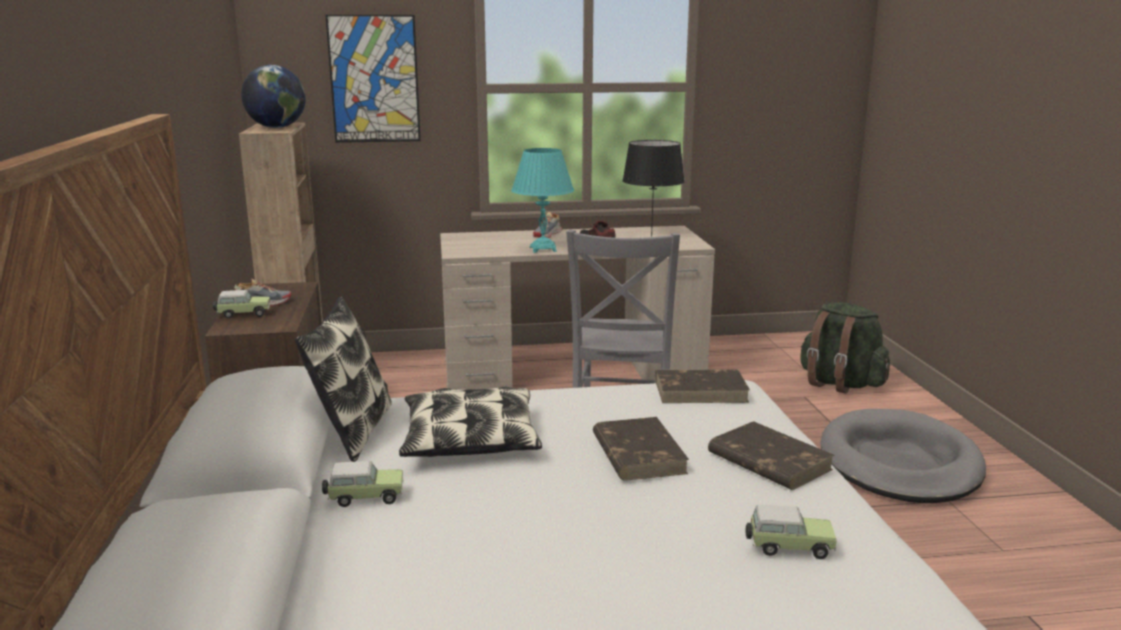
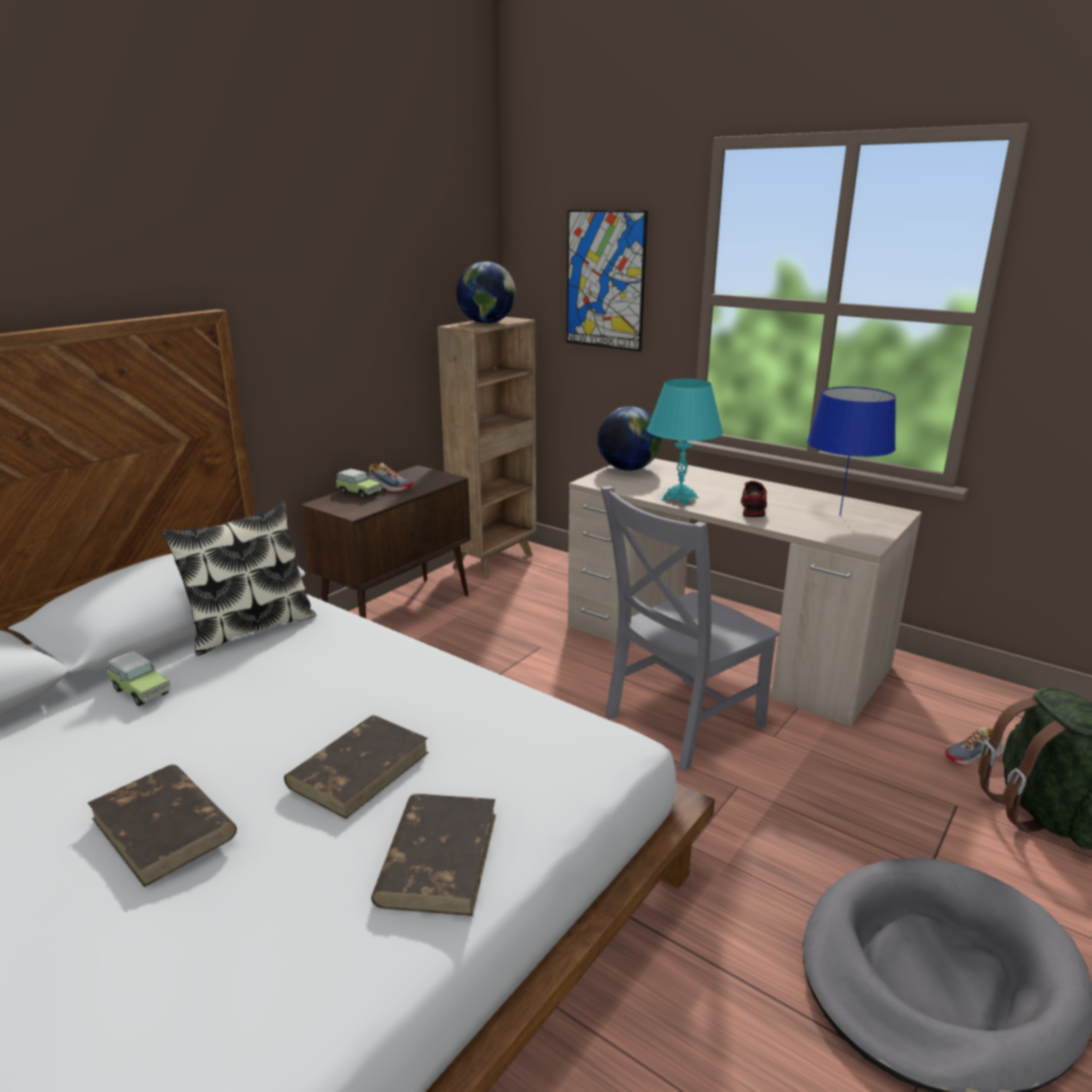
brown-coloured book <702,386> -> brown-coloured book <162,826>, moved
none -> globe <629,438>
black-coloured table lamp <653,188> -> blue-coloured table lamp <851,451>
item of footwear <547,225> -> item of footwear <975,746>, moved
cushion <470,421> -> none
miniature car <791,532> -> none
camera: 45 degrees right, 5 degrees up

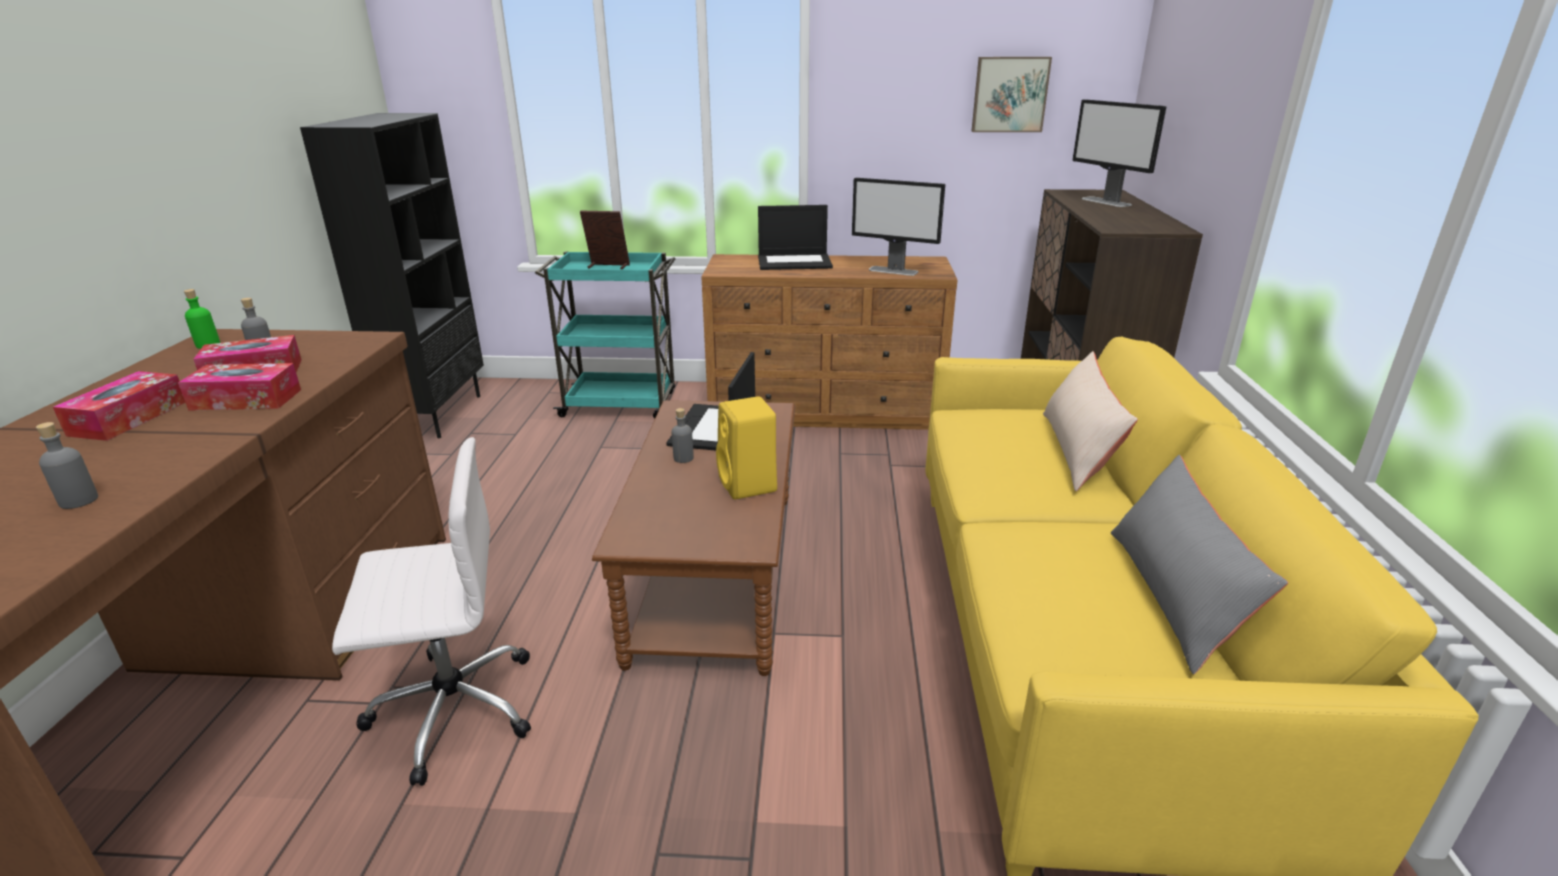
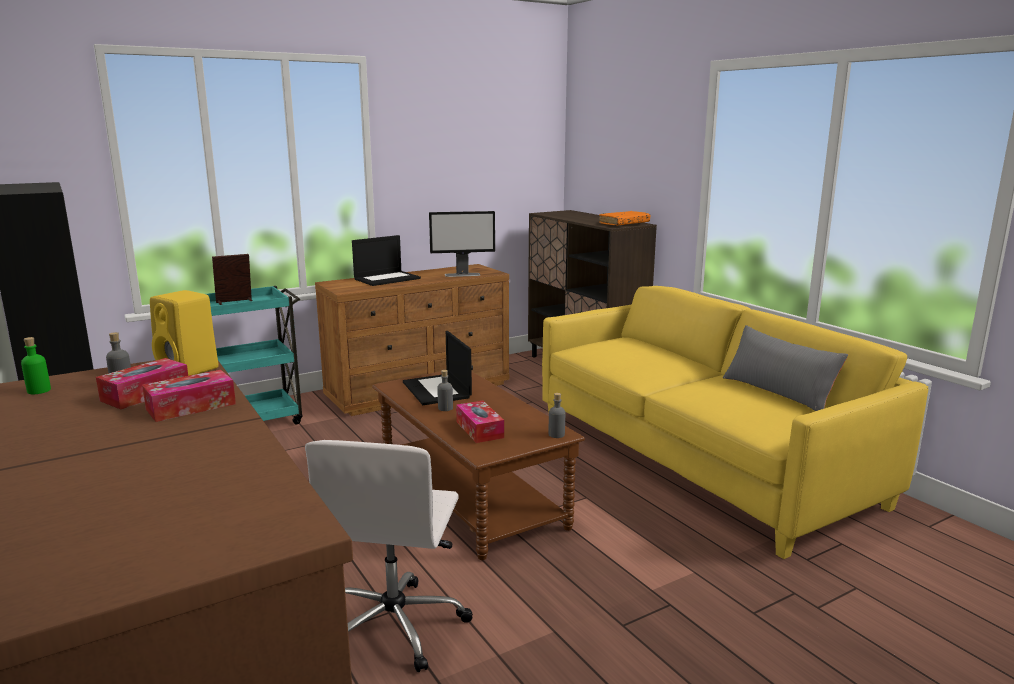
yellowish speaker <746,447> -> yellowish speaker <184,333>, moved
white computer chair <431,611> -> white computer chair <389,556>, 150 degrees clockwise
tissue holder <119,406> -> tissue holder <480,422>, moved
gray drink bottle <67,465> -> gray drink bottle <557,415>, moved
none -> orange book <624,218>
wall art <1012,94> -> none
sand-coloured cushion <1090,421> -> none
computer display <1119,153> -> none
camera: 35 degrees left, 10 degrees down

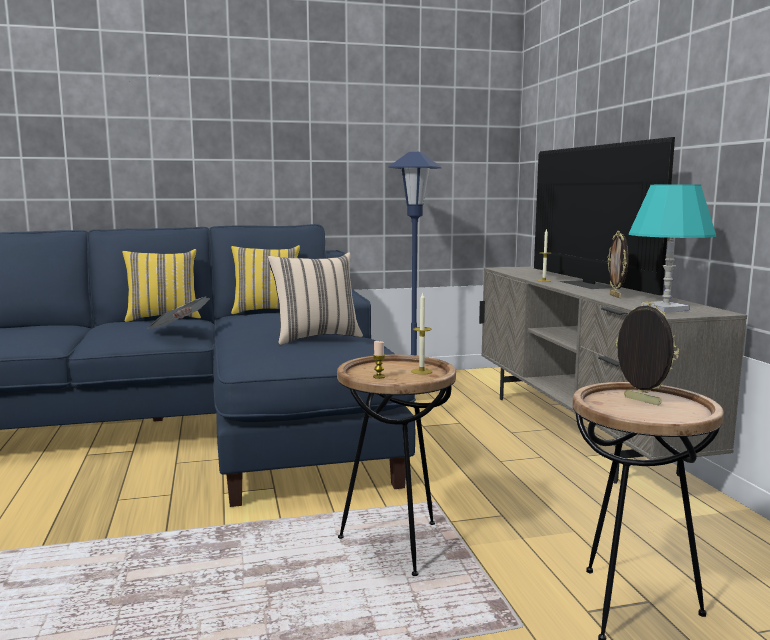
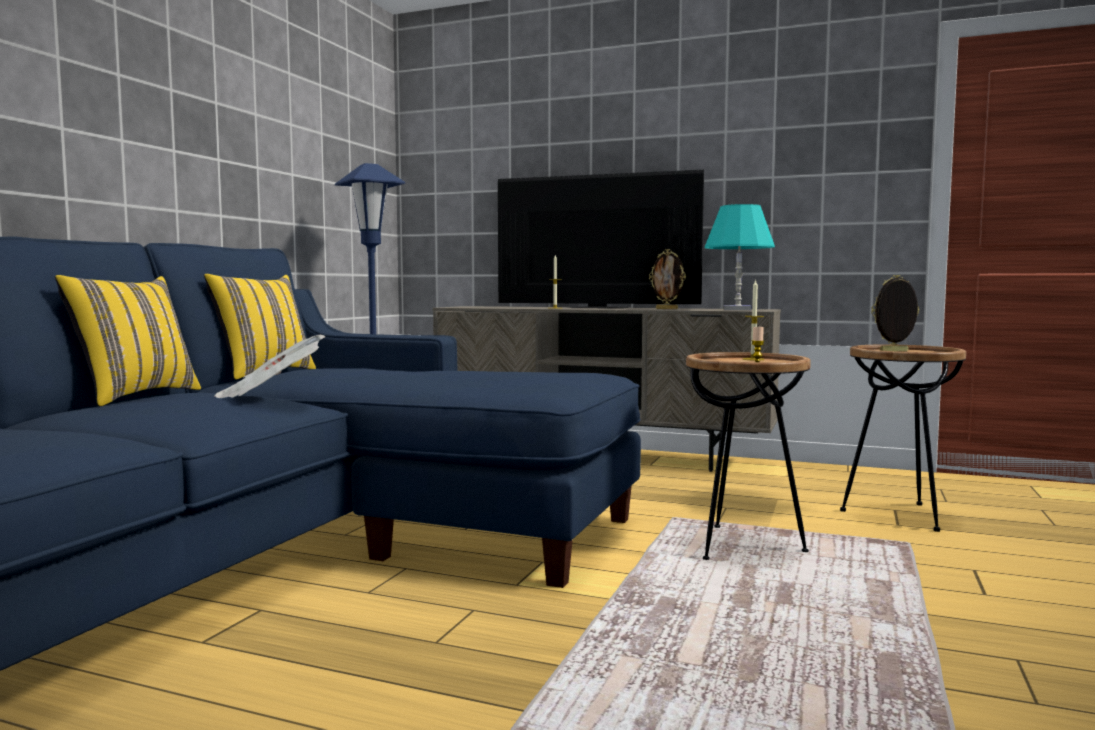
sand-coloured cushion <315,298> -> none
camera: 55 degrees left, 5 degrees down

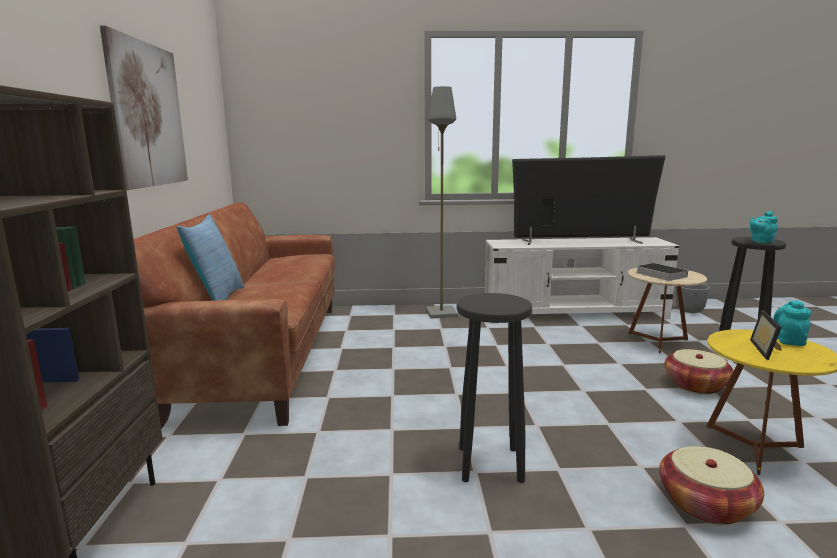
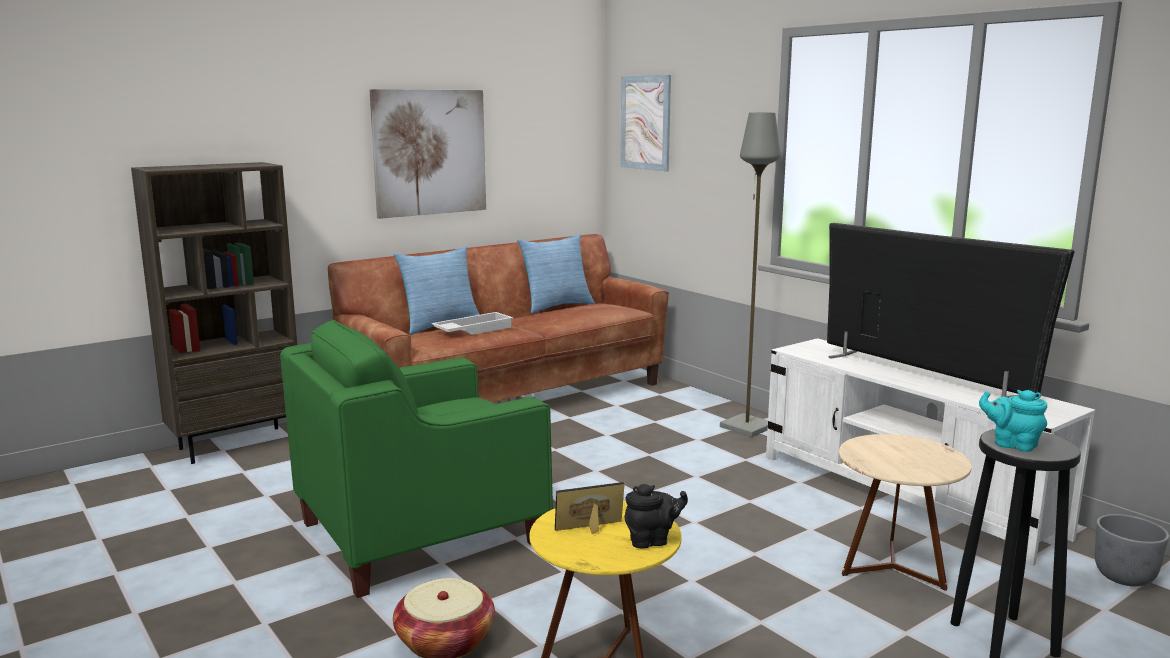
black-coloured stool <494,388> -> green-coloured lounge chair <416,459>
none -> white tray <472,323>
none -> cushion <556,274>
none -> wall art <645,123>
turquoise pot for tea <792,323> -> black-coloured pot for tea <656,516>
book <662,272> -> none
household basket <699,371> -> none
camera: 55 degrees right, 0 degrees up

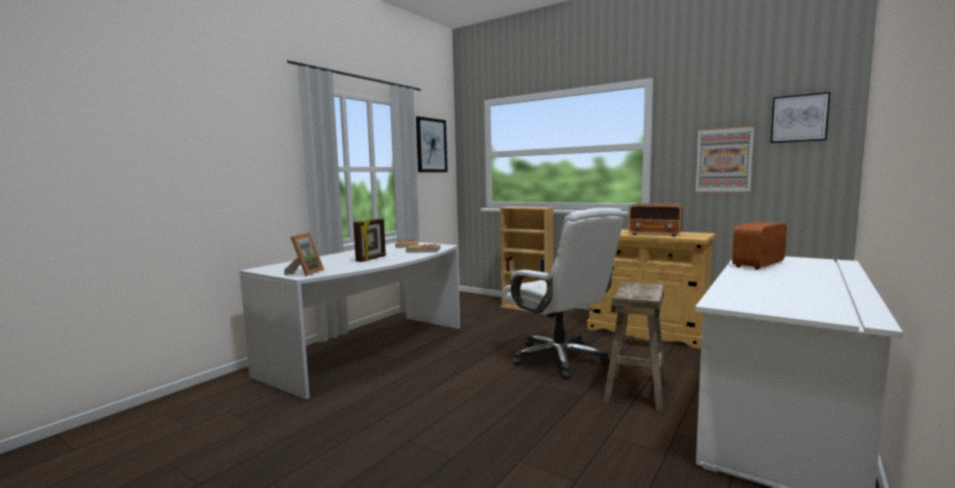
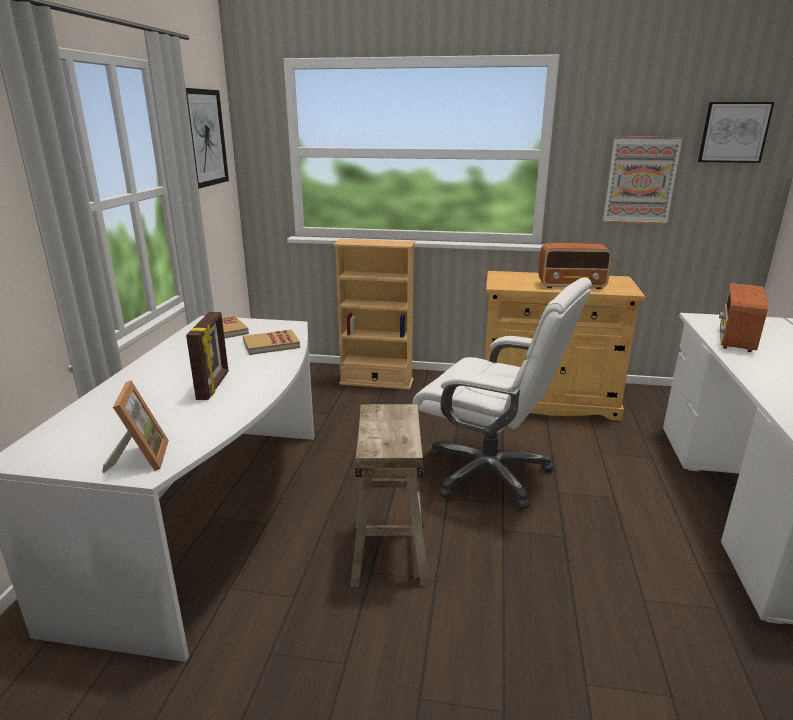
sand-coloured stool <634,346> -> sand-coloured stool <389,495>, moved
camera: 25 degrees left, 15 degrees up

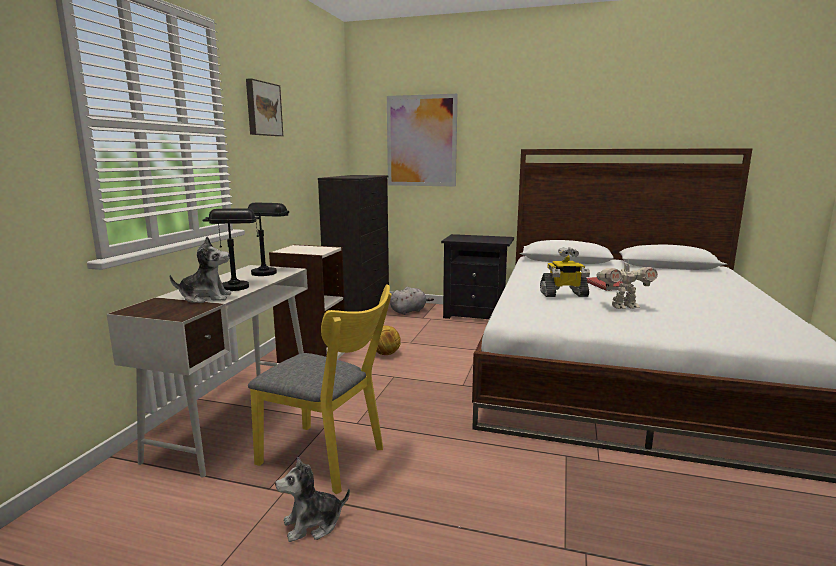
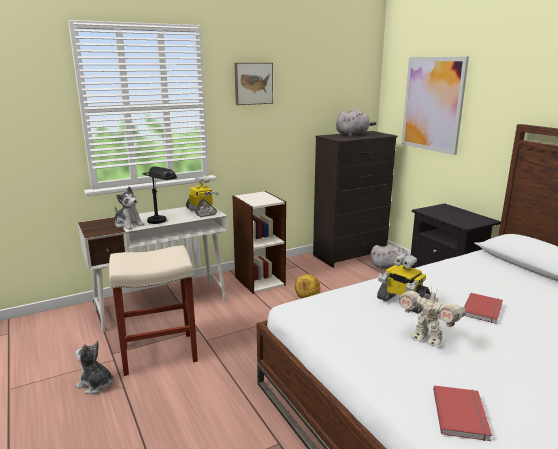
yellowish plain chair <320,389> -> sand-coloured stool <153,310>
black-coloured table lamp <268,239> -> model robot <202,196>
none -> gray cuddly toy <356,122>
none -> red book <462,413>
camera: 45 degrees right, 5 degrees up

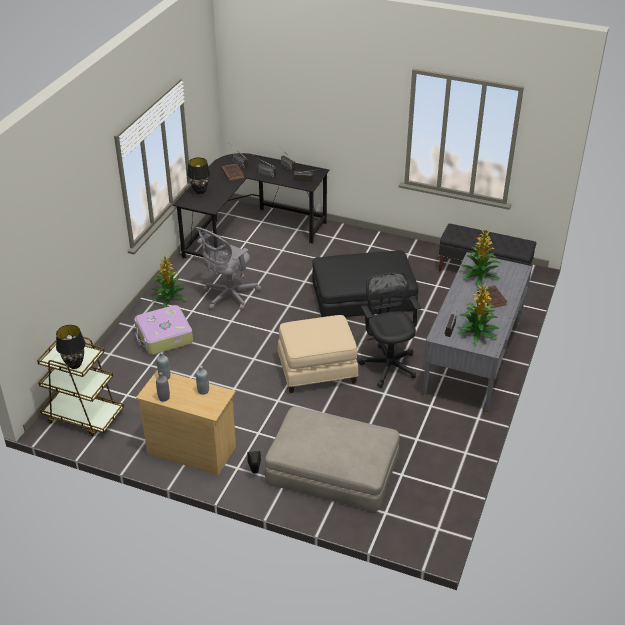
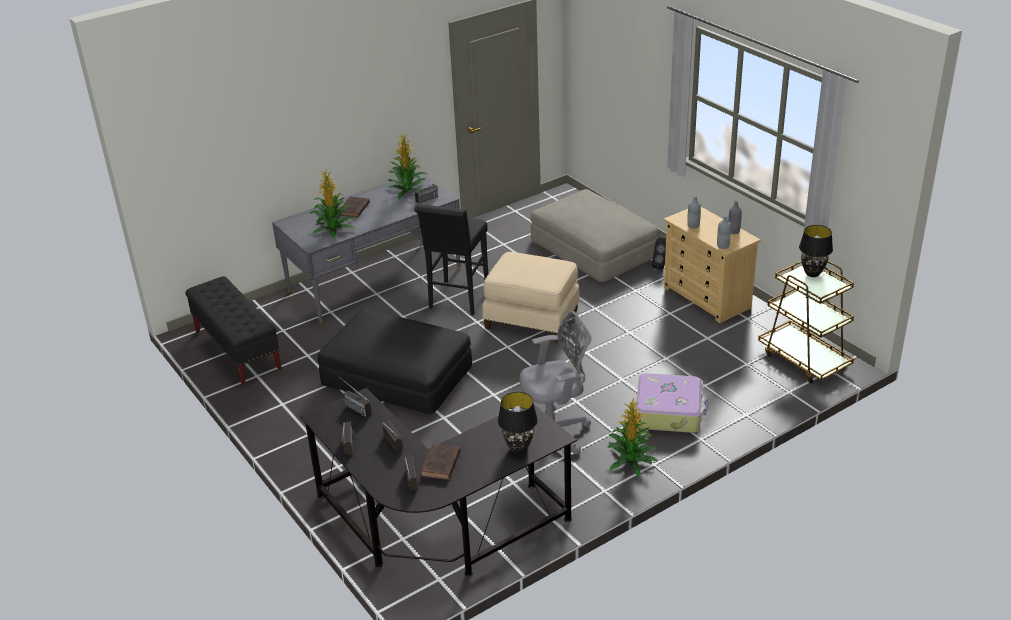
black-coloured computer chair <389,330> -> black-coloured stool <451,259>
camera: 145 degrees left, 5 degrees down

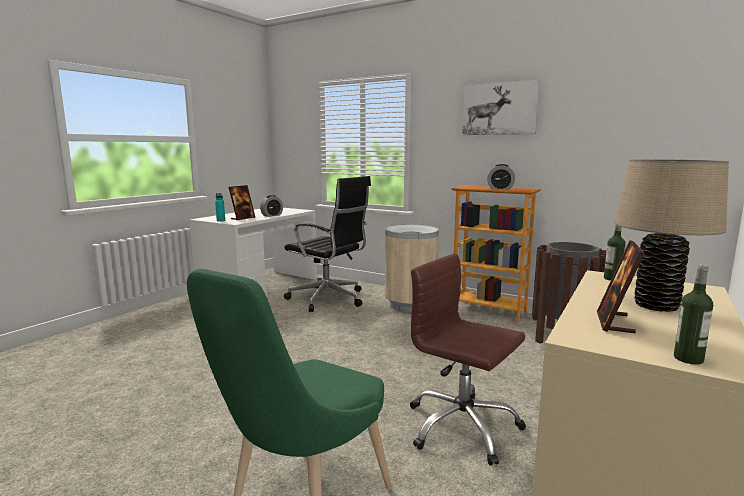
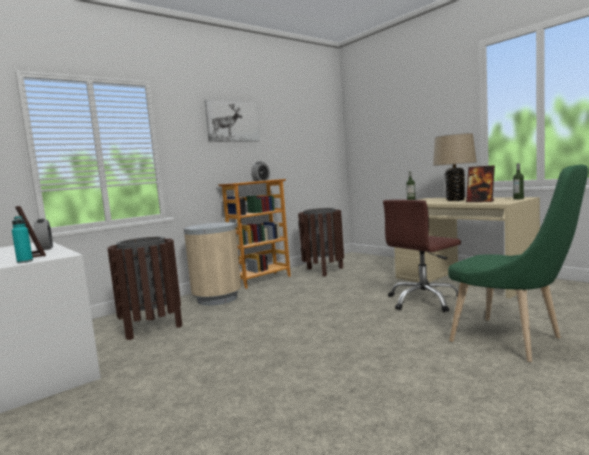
black-coloured computer chair <327,244> -> brown-coloured waste bin <144,288>
camera: 70 degrees left, 5 degrees down

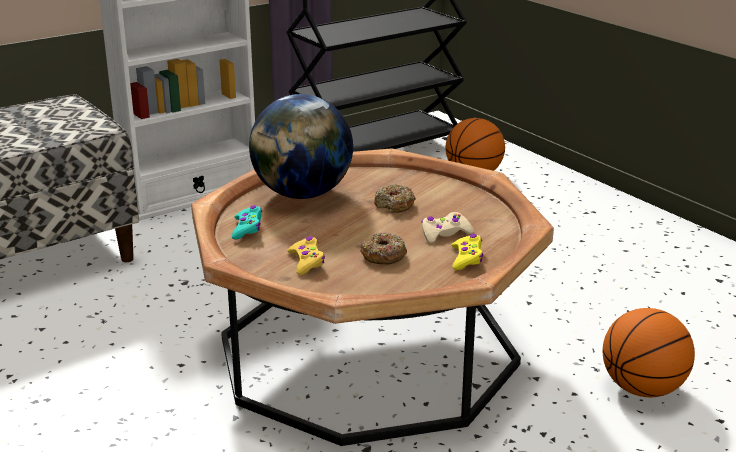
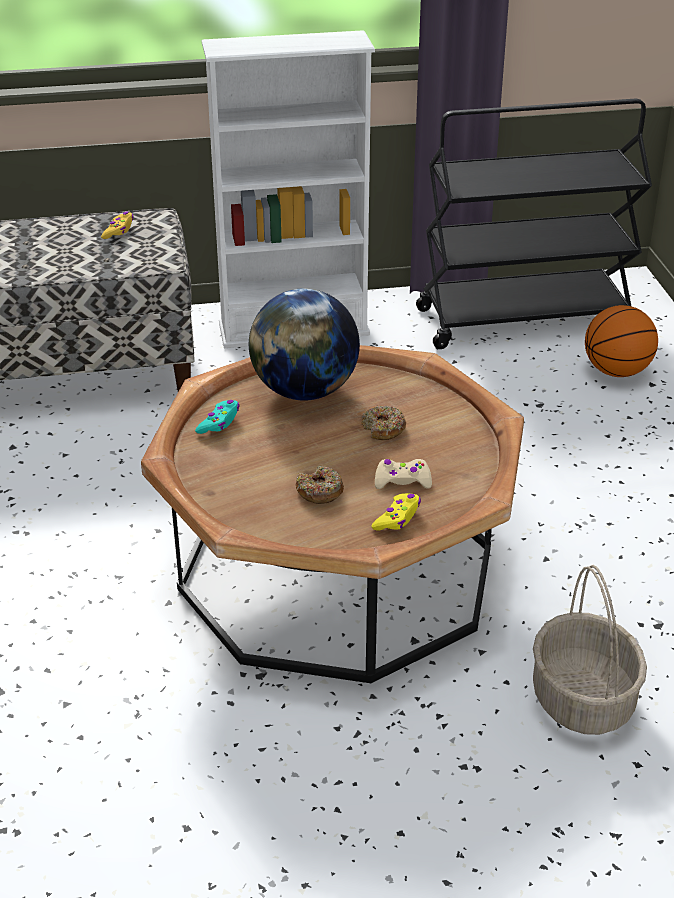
yellowish joypad <306,255> -> yellowish joypad <117,225>, moved
basketball <649,352> -> household basket <590,650>
camera: 25 degrees right, 10 degrees up

